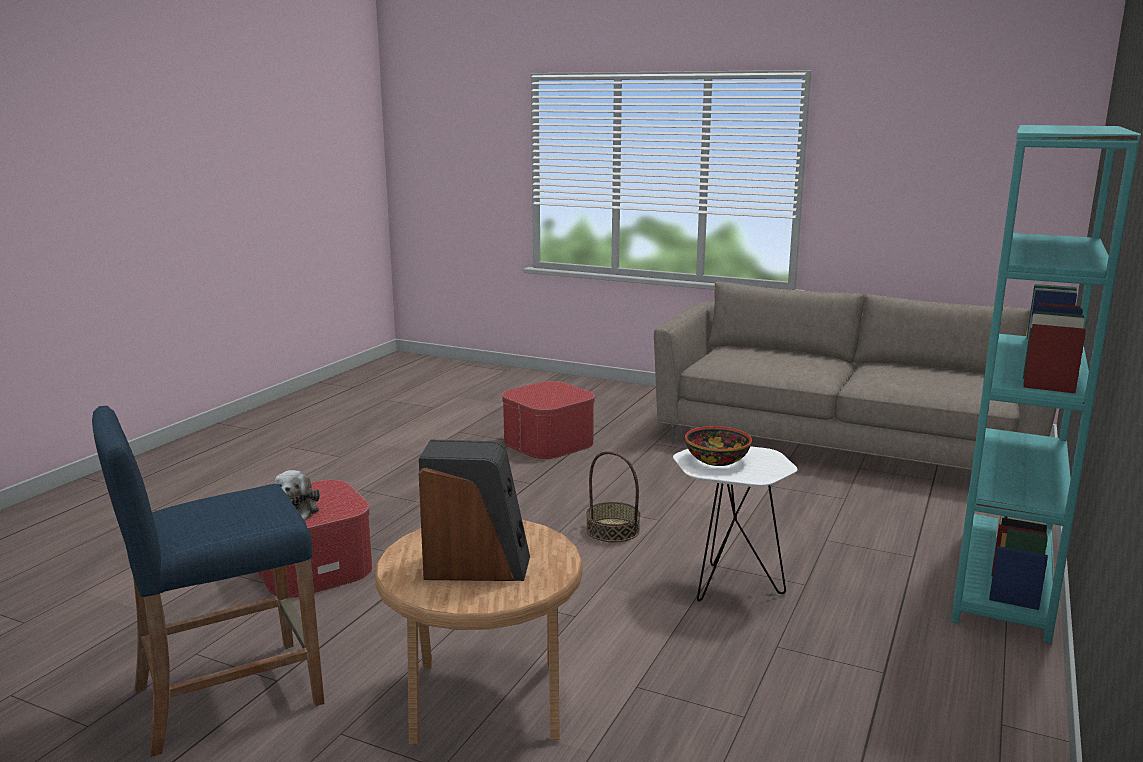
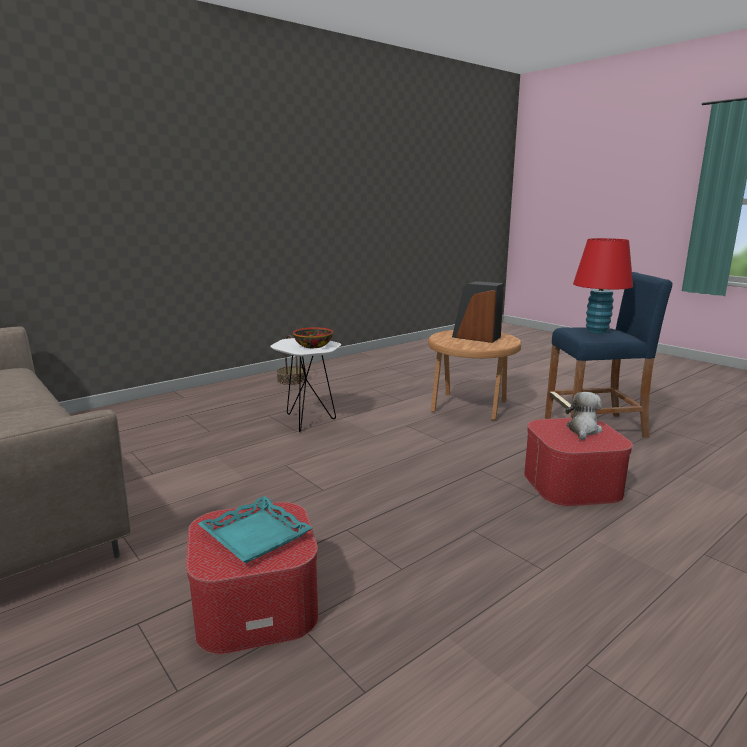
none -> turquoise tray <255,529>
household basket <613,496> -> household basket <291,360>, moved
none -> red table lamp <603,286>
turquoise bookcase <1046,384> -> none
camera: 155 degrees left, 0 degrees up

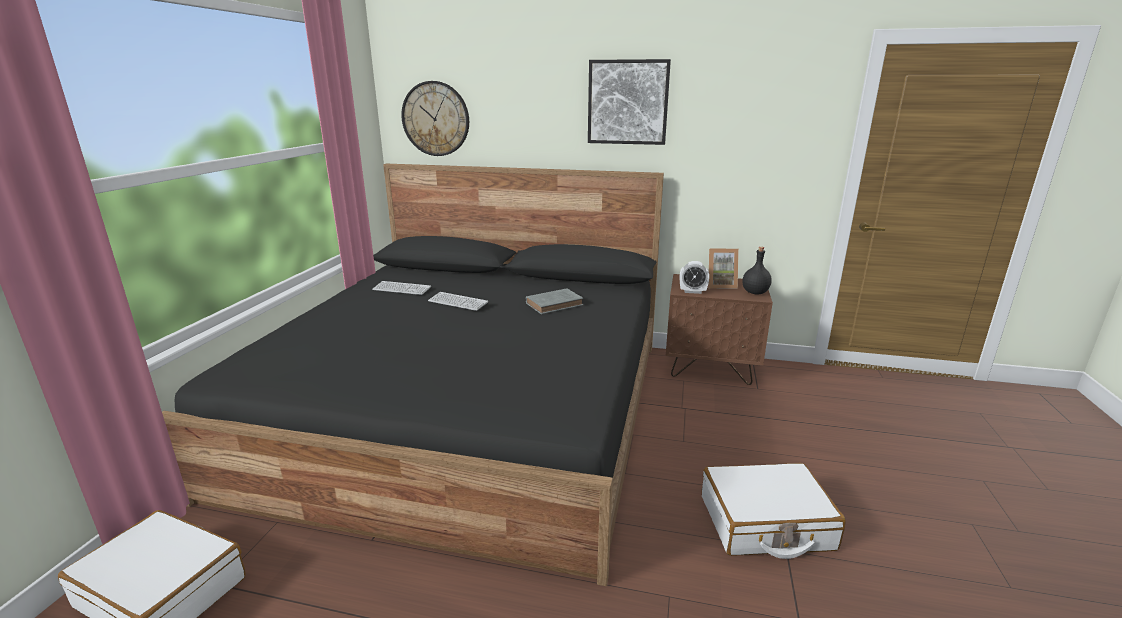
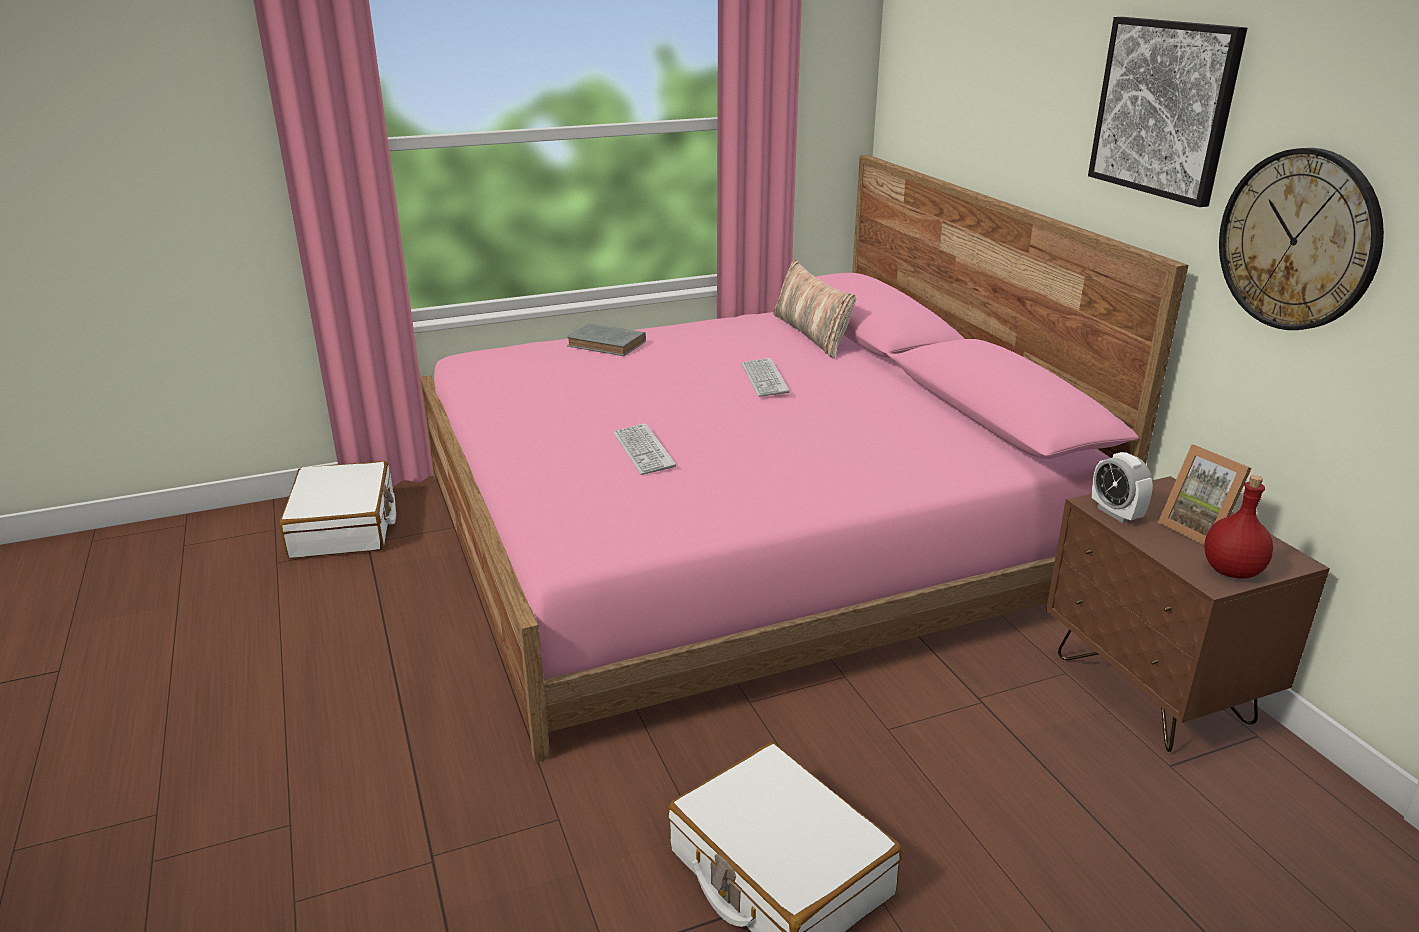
black-coloured bedroom bed <413,375> -> pink-coloured bedroom bed <804,459>
gray book <554,301> -> gray book <606,339>, moved
PC keyboard <401,288> -> PC keyboard <644,449>, moved
none -> cushion <814,308>
black-coloured drink bottle <757,271> -> red drink bottle <1238,527>
wall clock <435,118> -> wall clock <1301,239>, moved
camera: 55 degrees right, 5 degrees up

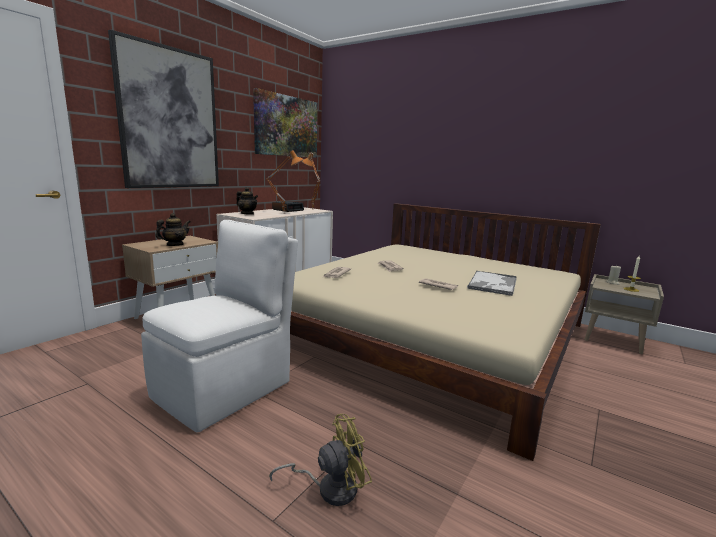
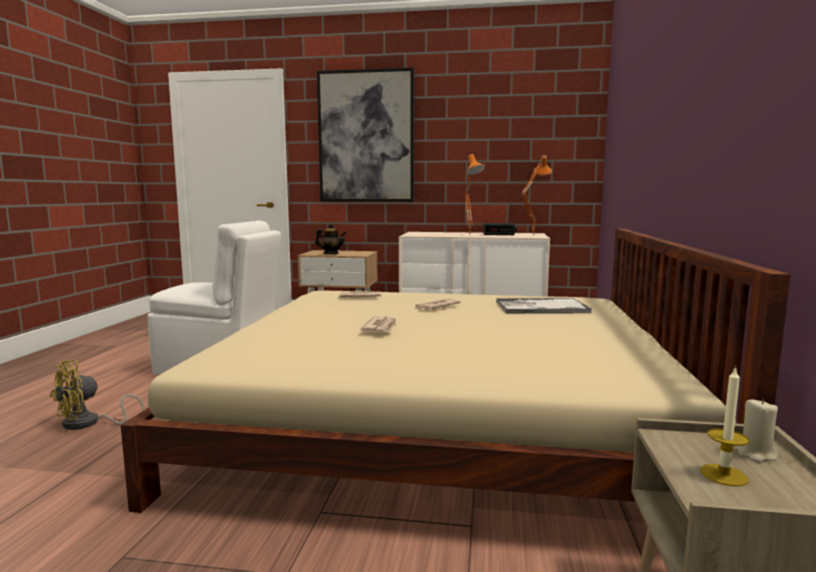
yellowish cooling fan <320,460> -> yellowish cooling fan <97,395>, 90 degrees clockwise
tray <492,283> -> tray <544,306>, moved
pot for tea <247,201> -> none
wall art <285,123> -> none
camera: 65 degrees right, 5 degrees down

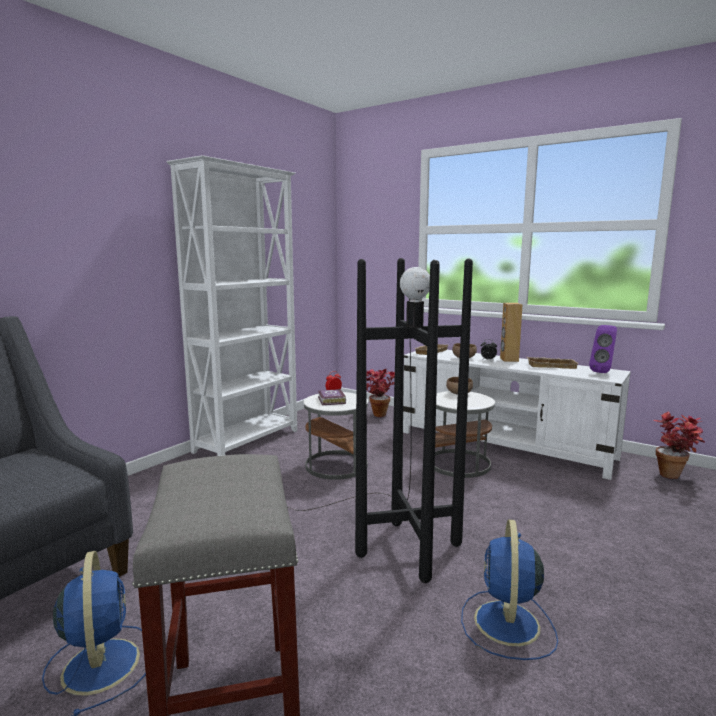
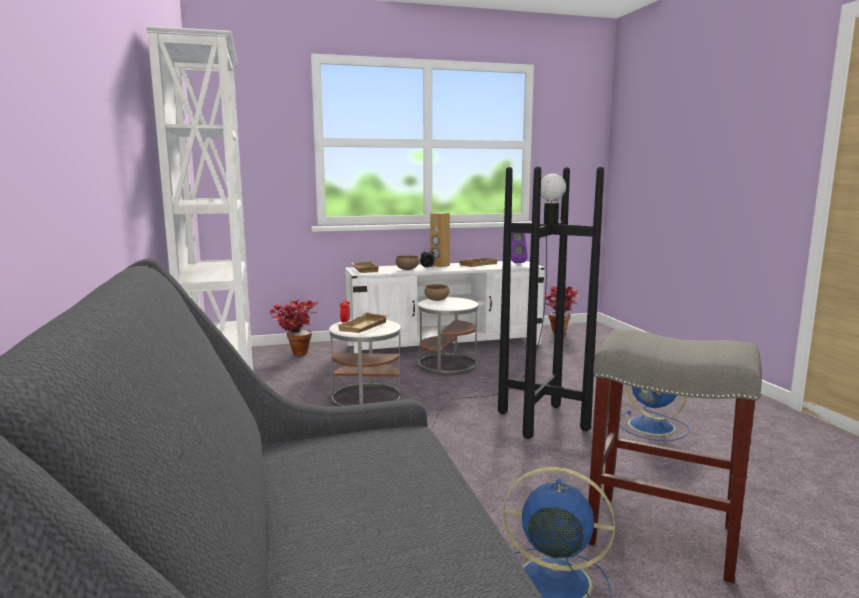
book <332,397> -> sand-coloured tray <362,322>
camera: 50 degrees left, 0 degrees up

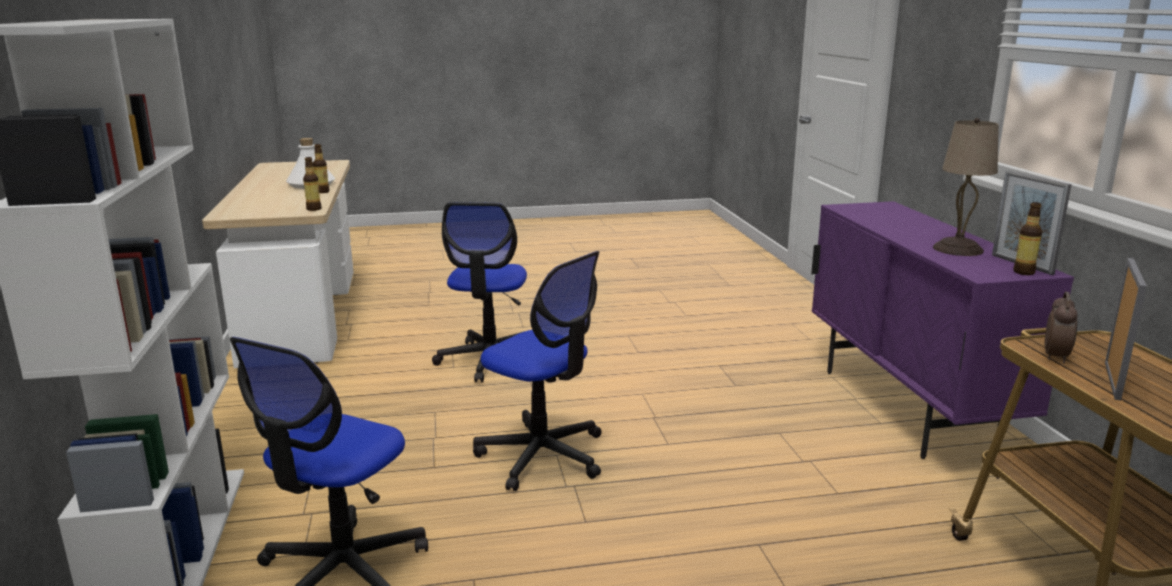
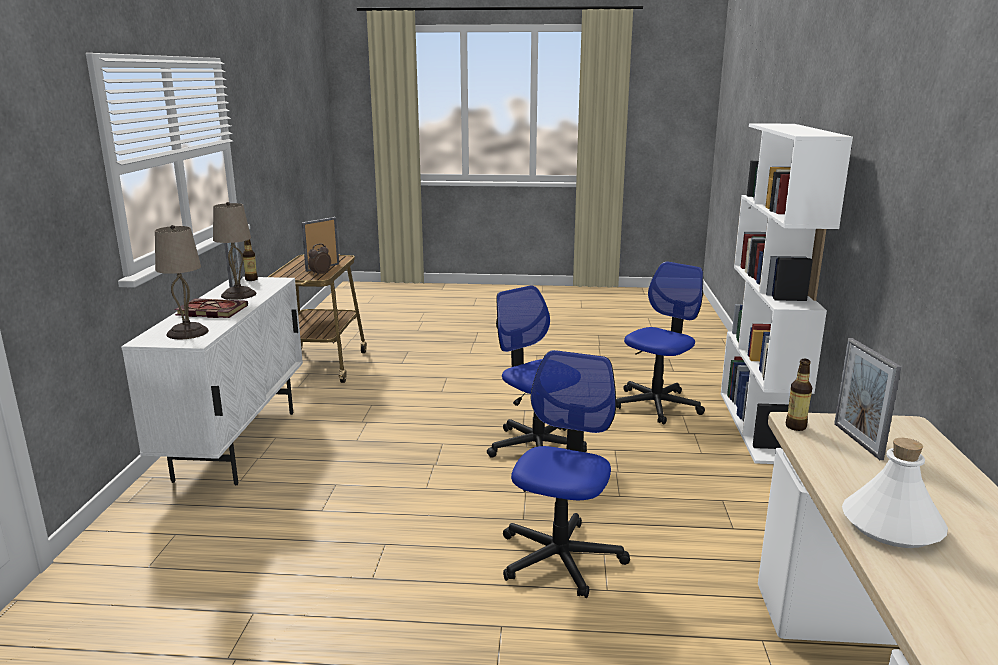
purplish storage cabinet <942,330> -> white storage cabinet <212,381>
none -> sand-coloured table lamp <182,282>
none -> book <211,308>
none -> photo frame <867,399>
drink bottle <321,168> -> none
camera: 165 degrees left, 0 degrees up

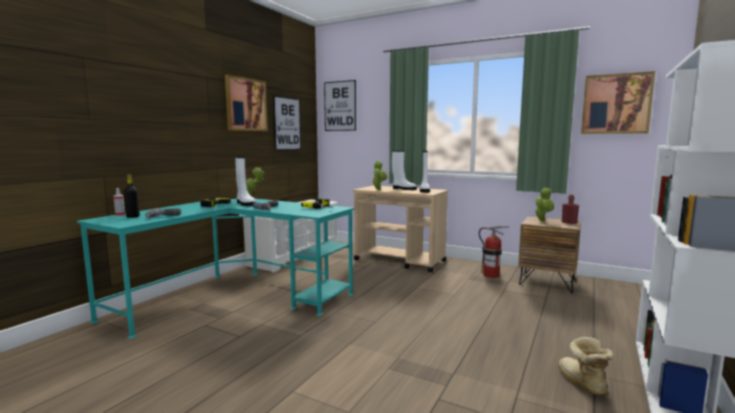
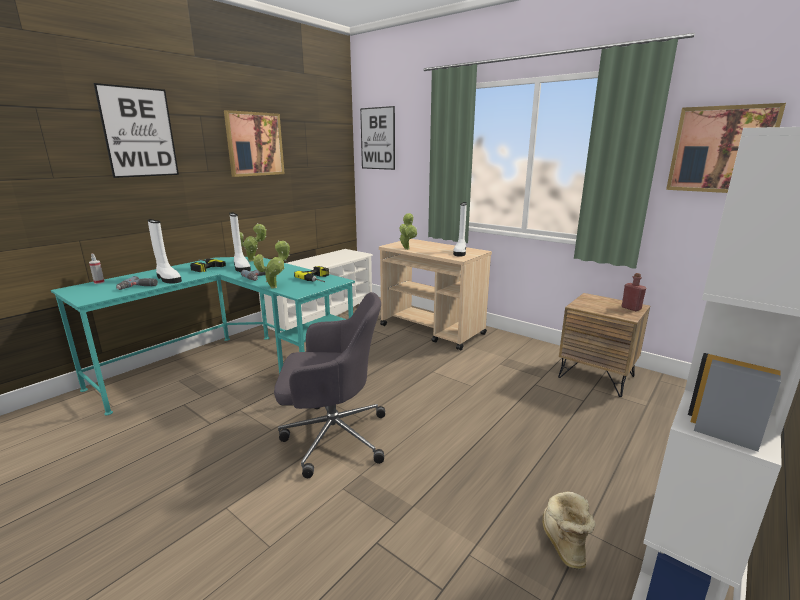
wall art <287,123> -> wall art <136,130>, moved
white high-top boot <404,170> -> white high-top boot <165,251>, moved
plant in a pot <544,205> -> plant in a pot <271,264>, moved
none -> gray computer chair <329,385>
black-coloured drink bottle <131,196> -> none
fire extinguisher <494,252> -> none
camera: 10 degrees right, 10 degrees up

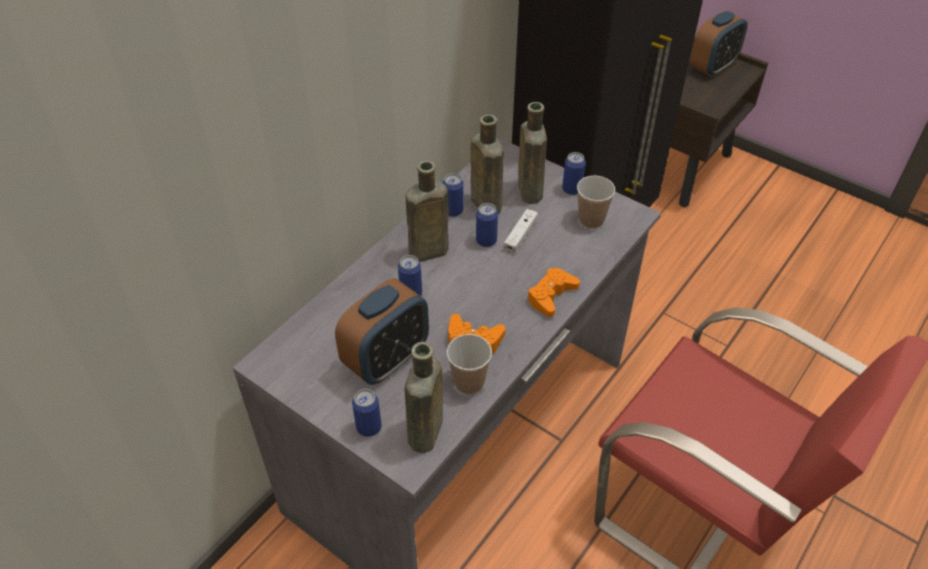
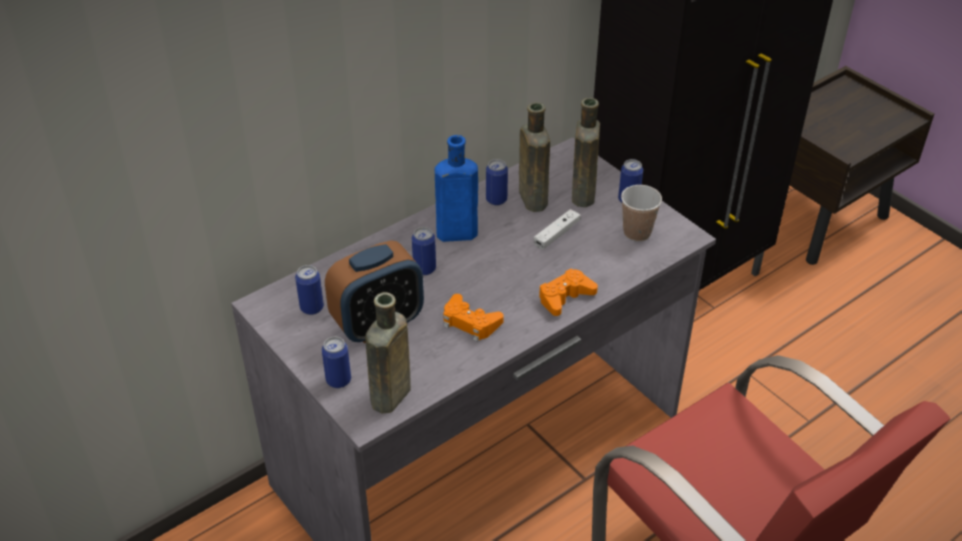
metal can <487,225> -> metal can <309,290>, moved
brown-coloured drink bottle <427,211> -> blue-coloured drink bottle <456,188>
small cup <469,364> -> none
bedside clock <719,44> -> none
camera: 15 degrees right, 5 degrees down

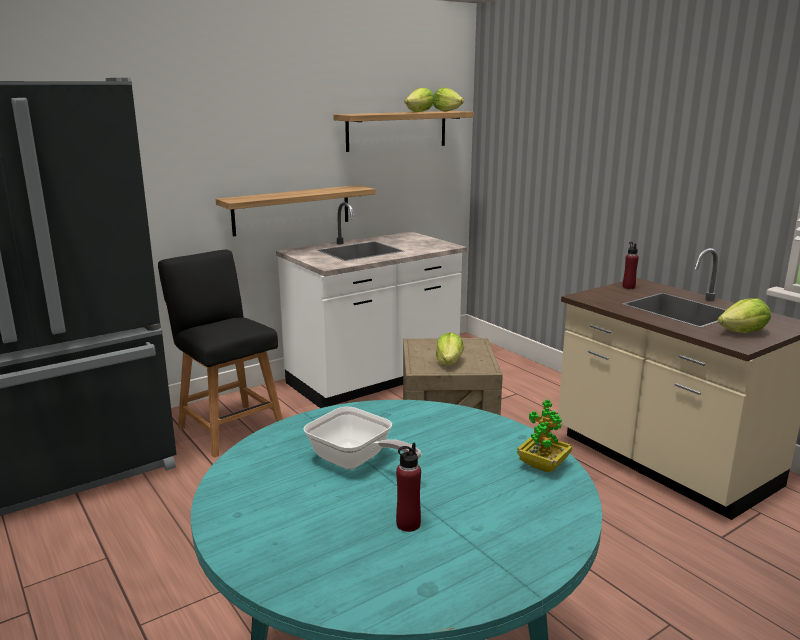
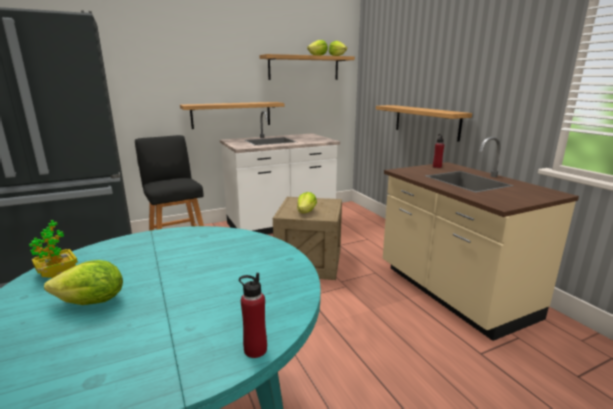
plant in a pot <544,435> -> plant in a pot <53,249>, moved
head of lettuce <744,315> -> head of lettuce <83,282>, moved
red drink bottle <408,487> -> red drink bottle <253,315>, moved
none -> wall shelf <424,123>
pan <362,438> -> none
camera: 10 degrees right, 0 degrees up

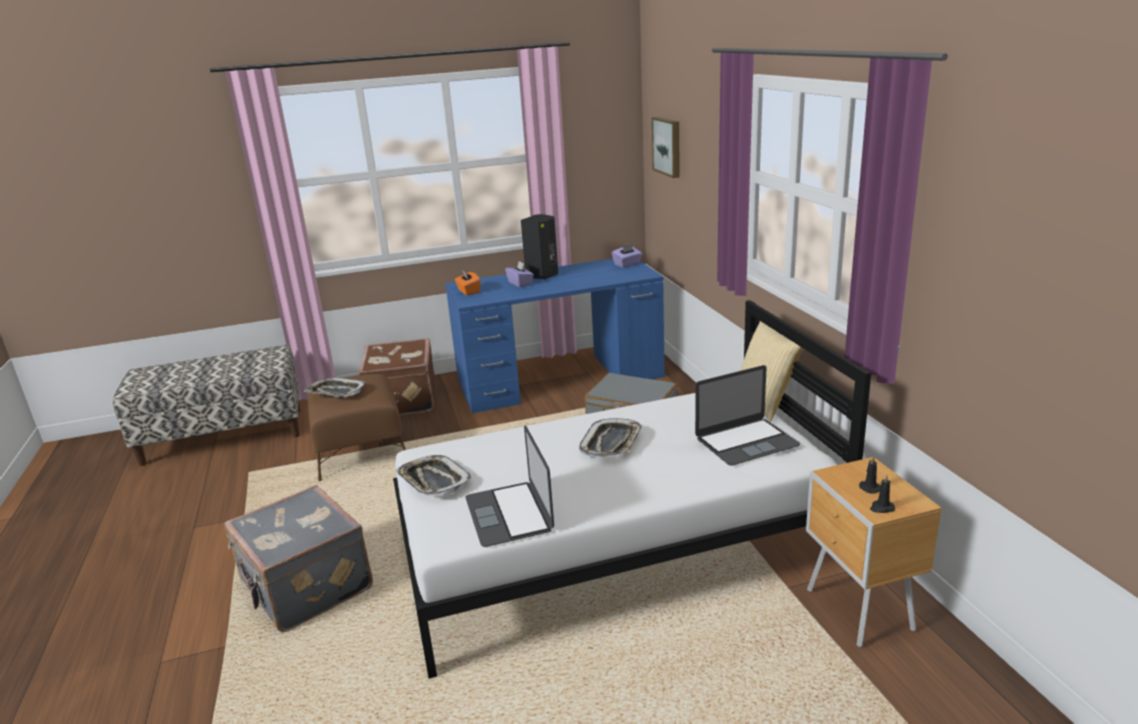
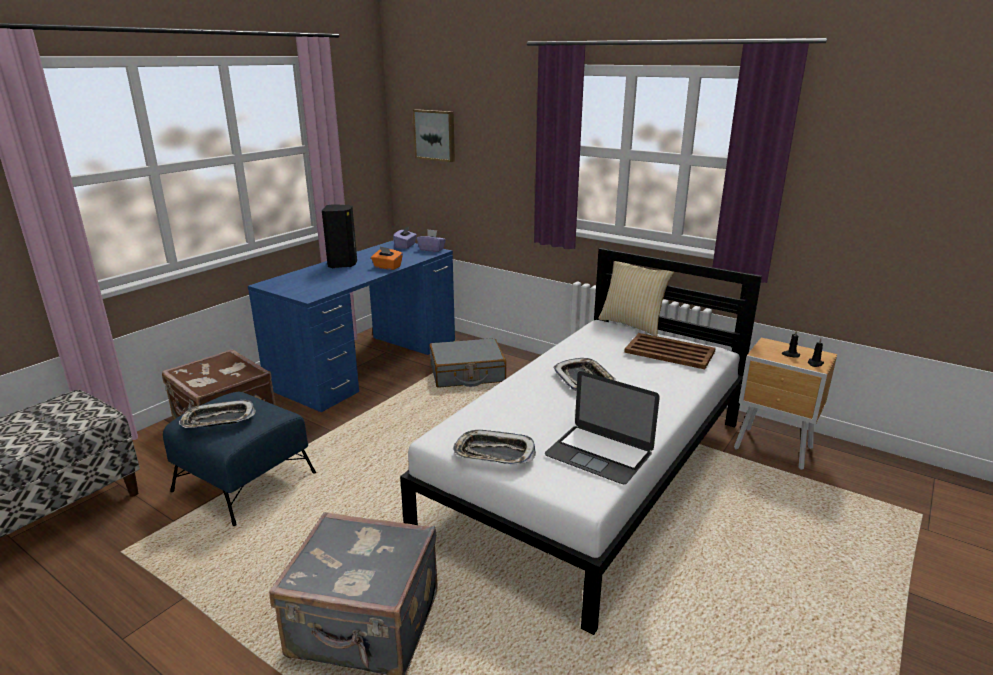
brown-coloured footrest <357,427> -> blue-coloured footrest <239,459>
orange tissue holder <467,282> -> orange tissue holder <387,258>, moved
purplish tissue holder <519,274> -> purplish tissue holder <431,241>, moved
laptop <747,415> -> brown-coloured tray <670,351>
camera: 40 degrees left, 0 degrees up

